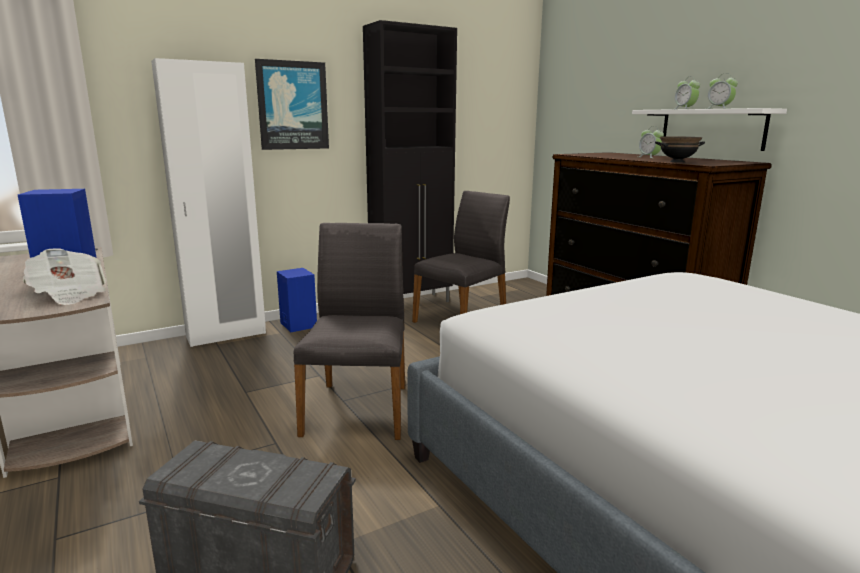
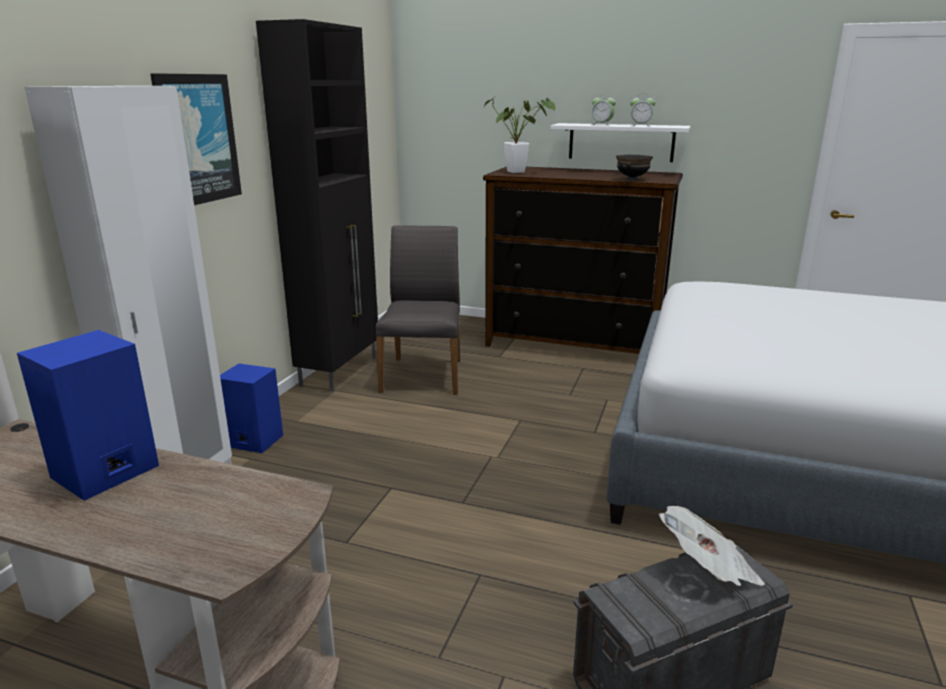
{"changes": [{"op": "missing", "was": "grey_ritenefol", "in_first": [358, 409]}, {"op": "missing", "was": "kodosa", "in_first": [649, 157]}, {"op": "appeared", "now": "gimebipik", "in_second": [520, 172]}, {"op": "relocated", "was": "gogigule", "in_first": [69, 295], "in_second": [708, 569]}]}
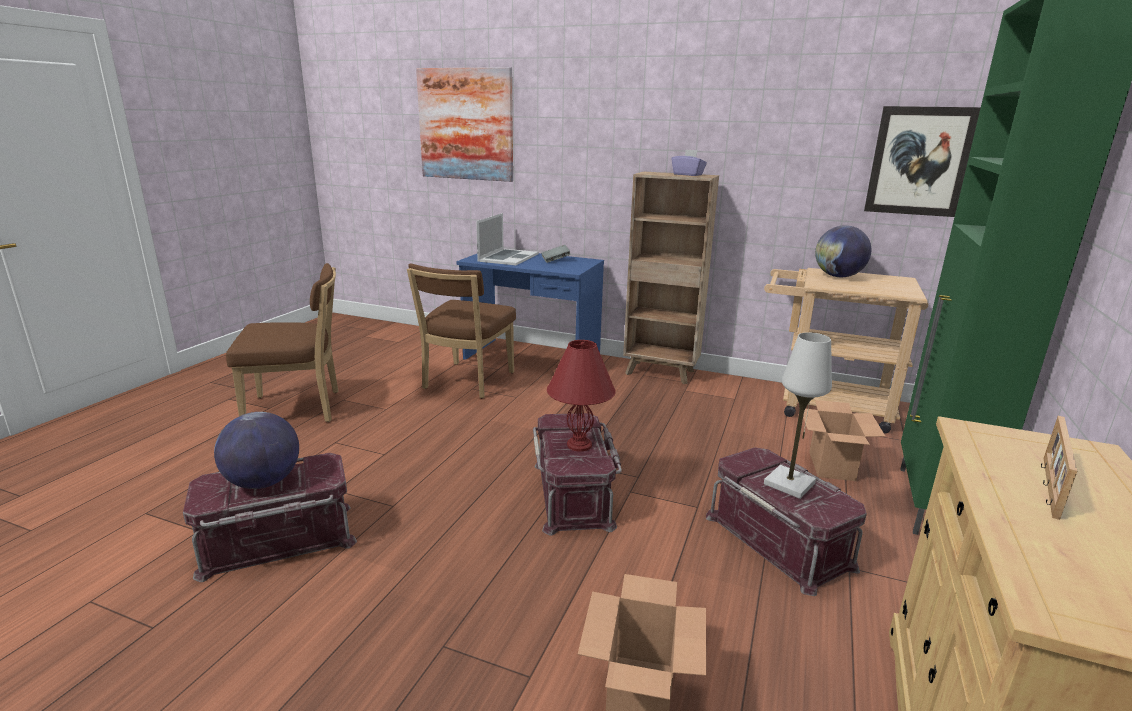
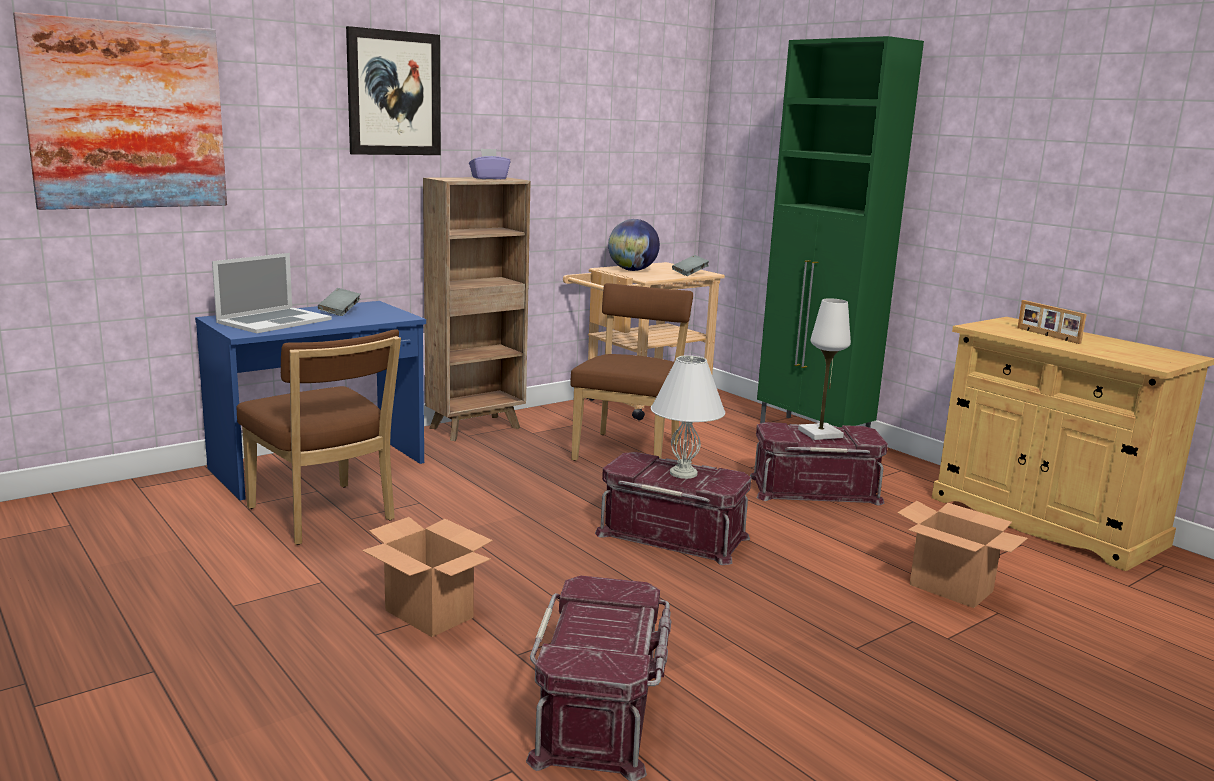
{"changes": [{"op": "missing", "was": "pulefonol", "in_first": [263, 482]}, {"op": "appeared", "now": "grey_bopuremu", "in_second": [690, 273]}, {"op": "relocated", "was": "brown_ritenefol", "in_first": [299, 409], "in_second": [629, 450]}, {"op": "relocated", "was": "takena", "in_first": [832, 466], "in_second": [430, 614]}, {"op": "relocated", "was": "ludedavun", "in_first": [919, 161], "in_second": [394, 93]}, {"op": "colour", "was": "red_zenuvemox", "now": "white_zenuvemox", "in_first": [579, 445], "in_second": [684, 473]}, {"op": "spun", "was": "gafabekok", "in_first": [508, 257], "in_second": [274, 321], "clockwise": 75}]}
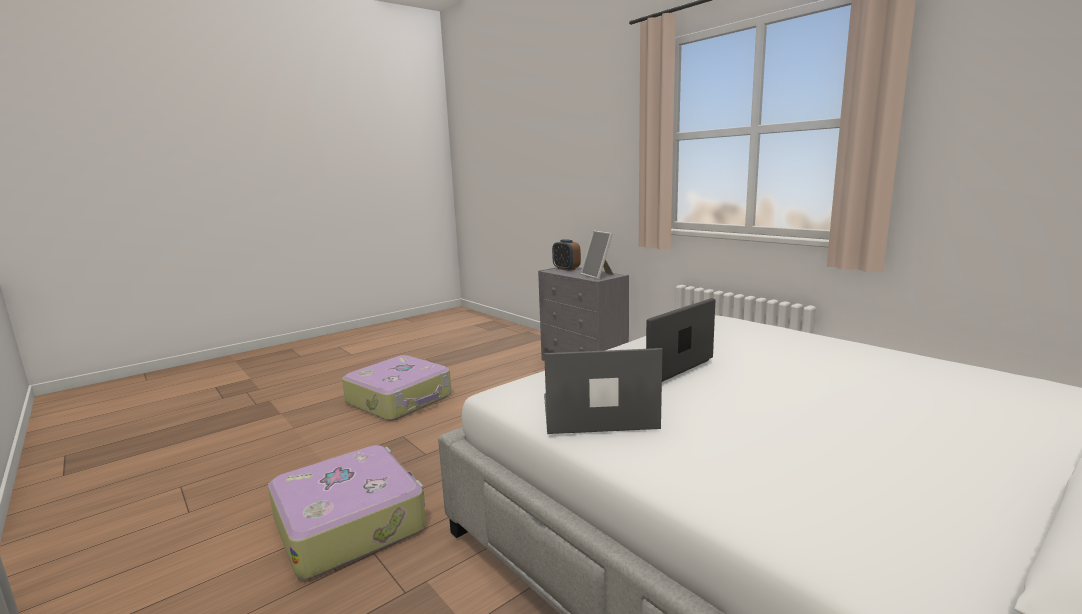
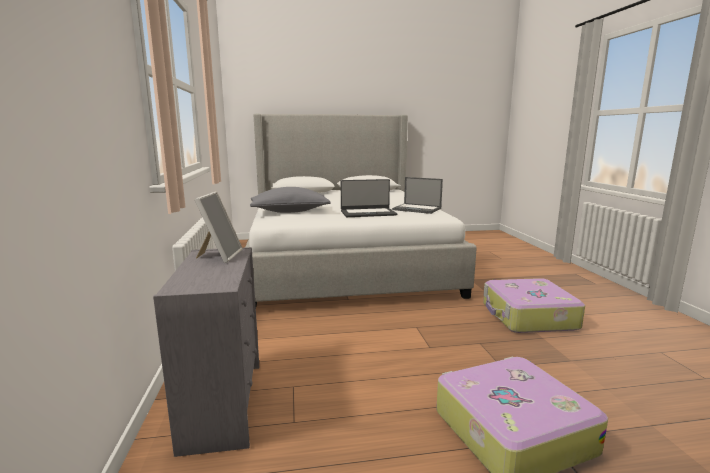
{"changes": [{"op": "missing", "was": "kodosa", "in_first": [566, 269]}, {"op": "appeared", "now": "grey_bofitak", "in_second": [290, 211]}]}
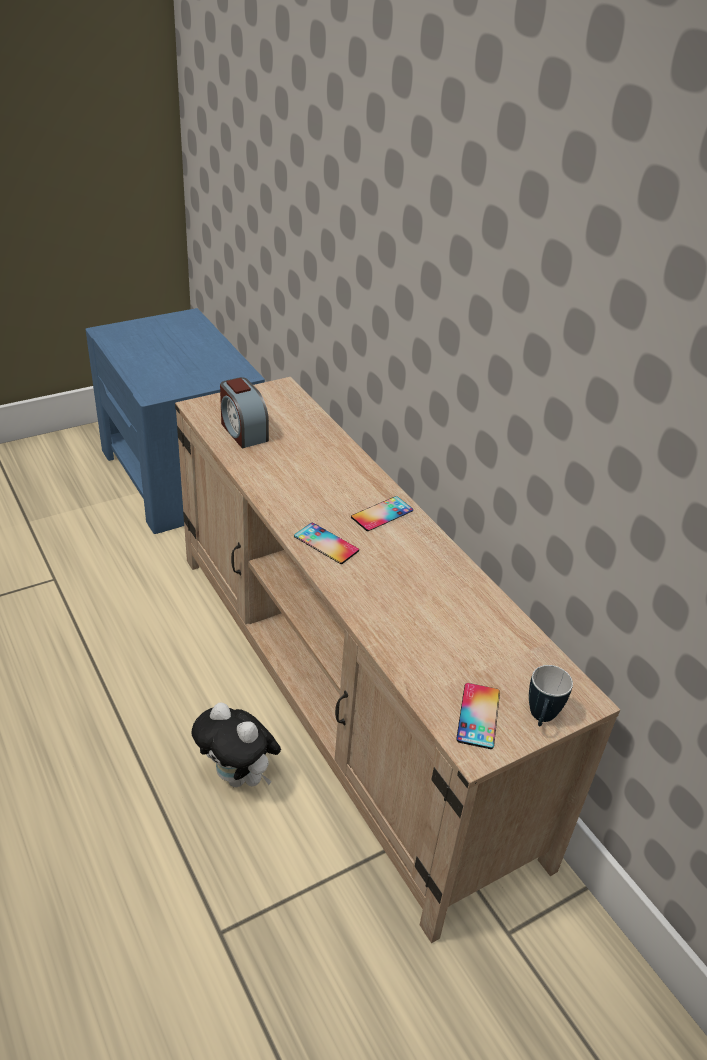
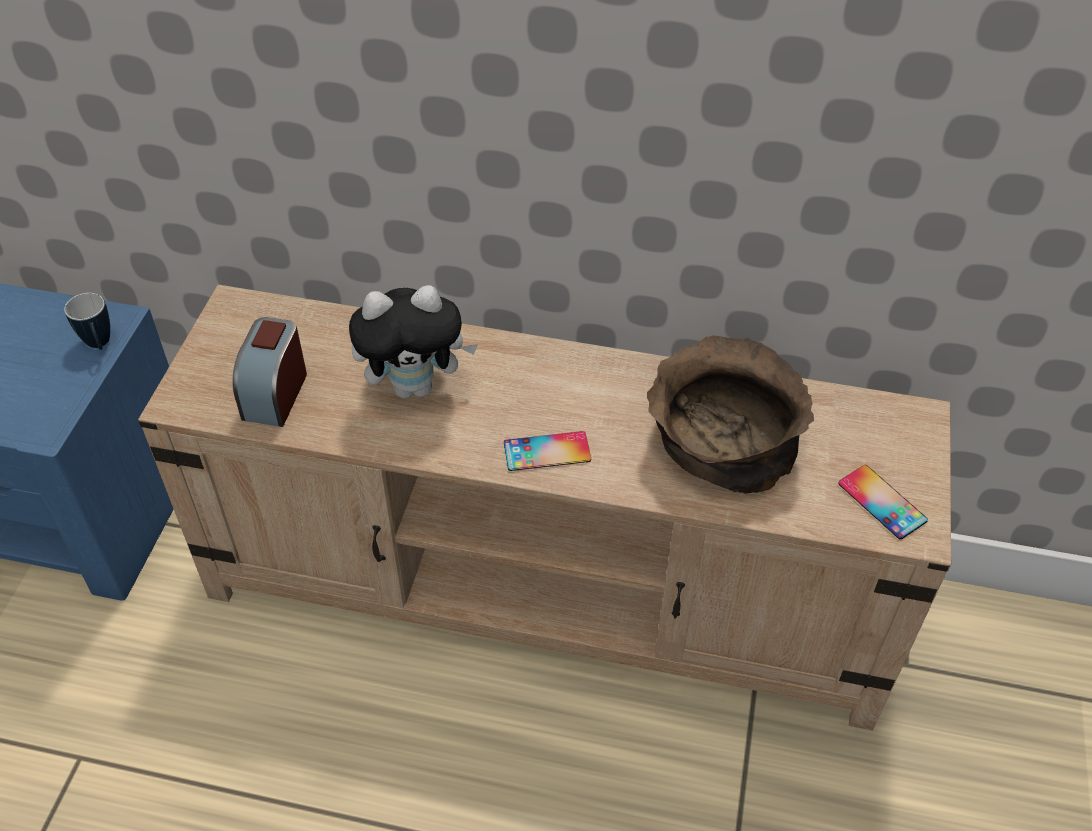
{"changes": [{"op": "missing", "was": "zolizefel", "in_first": [382, 514]}, {"op": "appeared", "now": "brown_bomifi", "in_second": [721, 438]}, {"op": "relocated", "was": "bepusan", "in_first": [239, 777], "in_second": [416, 386]}, {"op": "relocated", "was": "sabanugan", "in_first": [540, 719], "in_second": [100, 345]}, {"op": "spun", "was": "kodosa", "in_first": [243, 431], "in_second": [275, 394], "clockwise": 90}]}
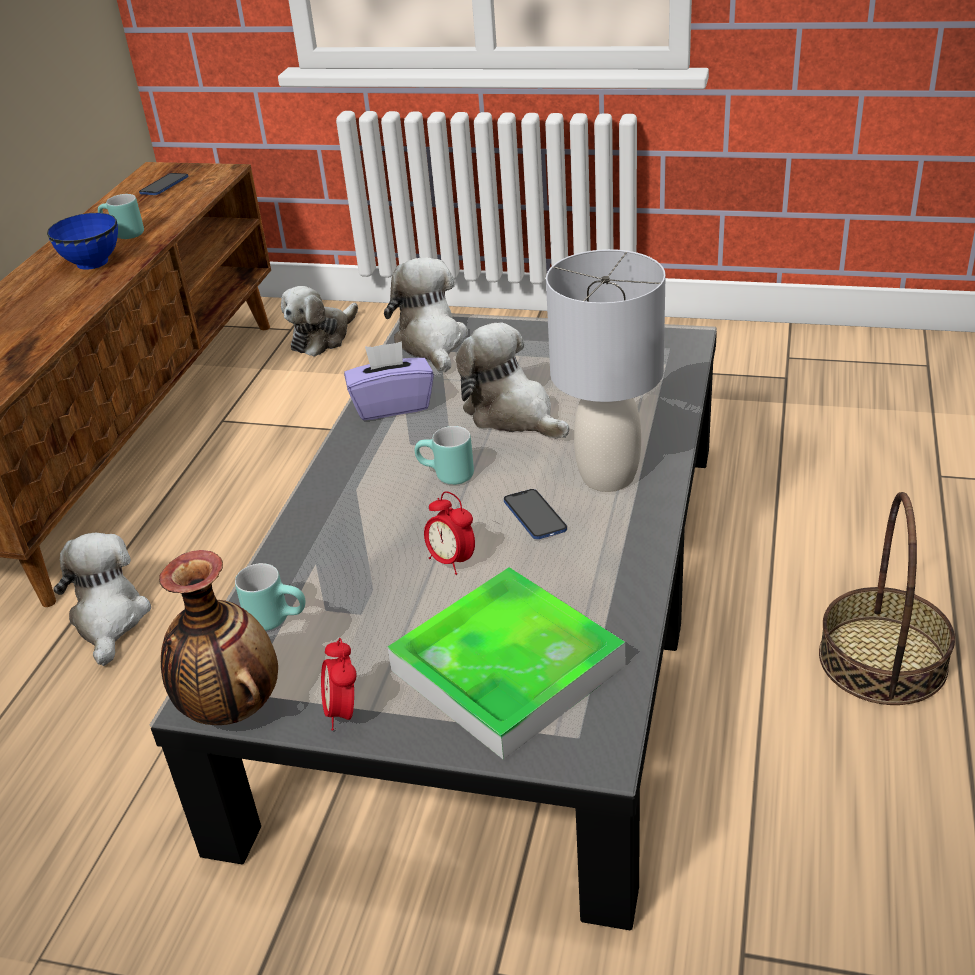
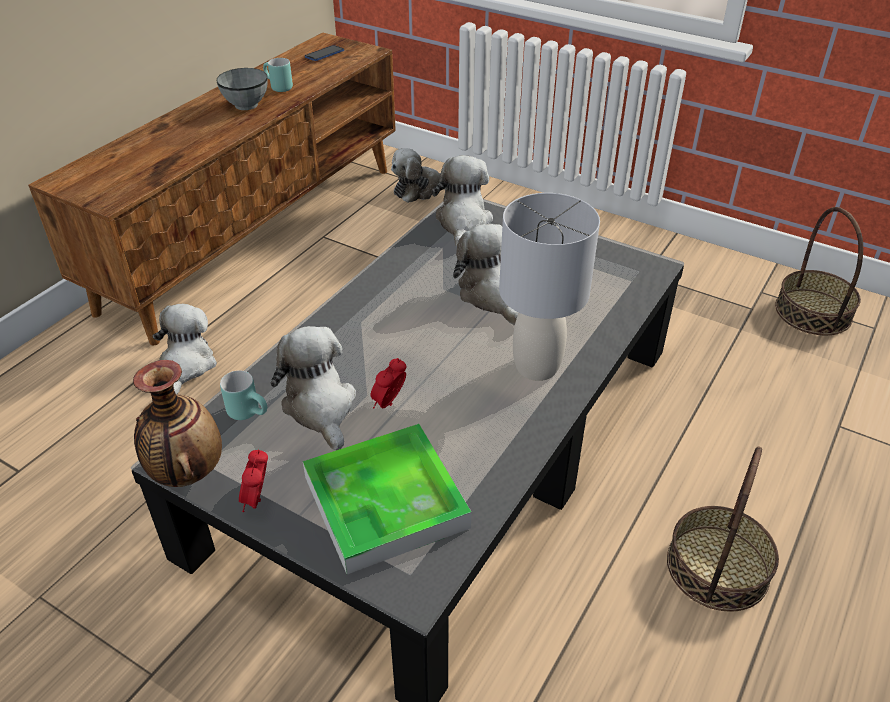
{"changes": [{"op": "missing", "was": "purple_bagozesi", "in_first": [392, 405]}, {"op": "missing", "was": "turquoise_sabanugan", "in_first": [445, 476]}, {"op": "missing", "was": "zolizefel", "in_first": [534, 516]}, {"op": "appeared", "now": "bepusan", "in_second": [320, 407]}, {"op": "appeared", "now": "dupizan", "in_second": [813, 312]}, {"op": "colour", "was": "blue_bomifi", "now": "grey_bomifi", "in_first": [93, 262], "in_second": [247, 105]}, {"op": "spun", "was": "kodosa", "in_first": [451, 561], "in_second": [389, 403], "clockwise": 60}]}
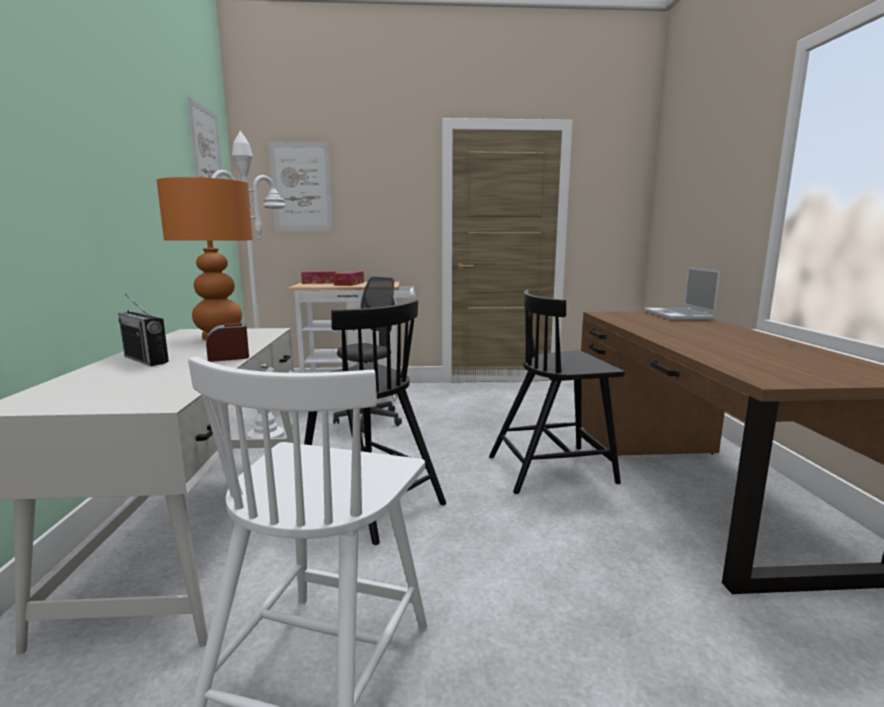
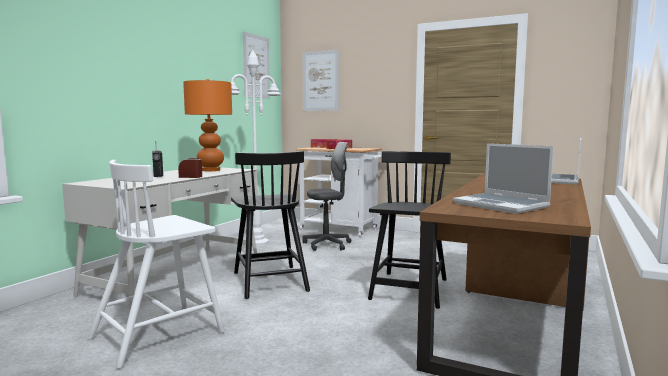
{"changes": [{"op": "appeared", "now": "gafabekok", "in_second": [501, 205]}, {"op": "spun", "was": "black_ritenefol", "in_first": [553, 469], "in_second": [409, 290], "clockwise": 90}]}
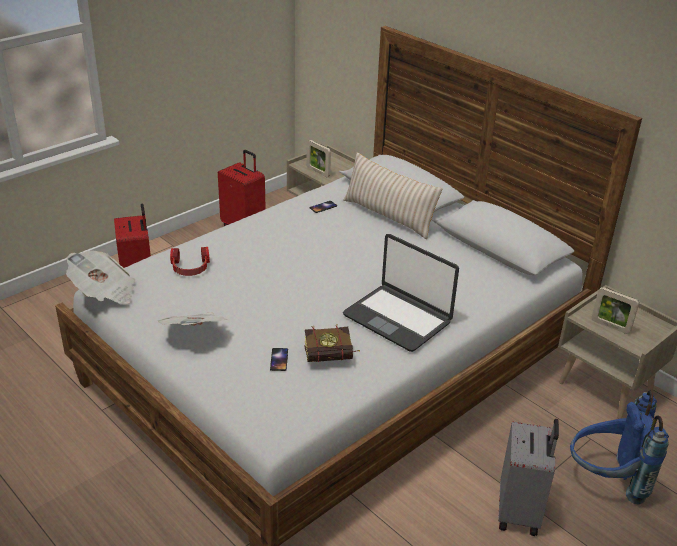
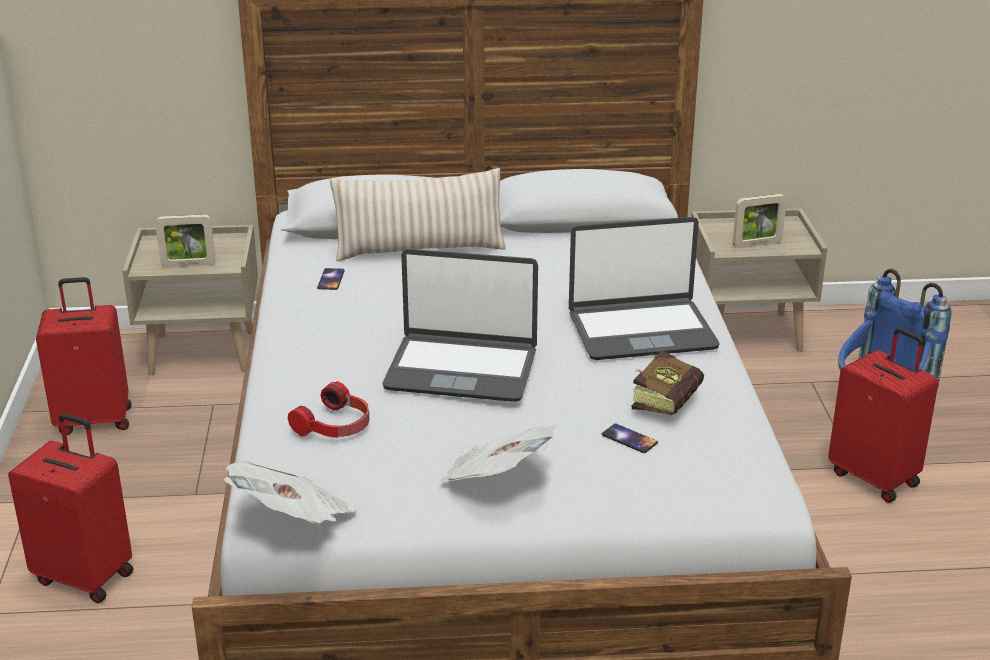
{"changes": [{"op": "appeared", "now": "gafabekok", "in_second": [461, 369]}, {"op": "colour", "was": "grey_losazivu", "now": "red_losazivu", "in_first": [520, 512], "in_second": [875, 477]}]}
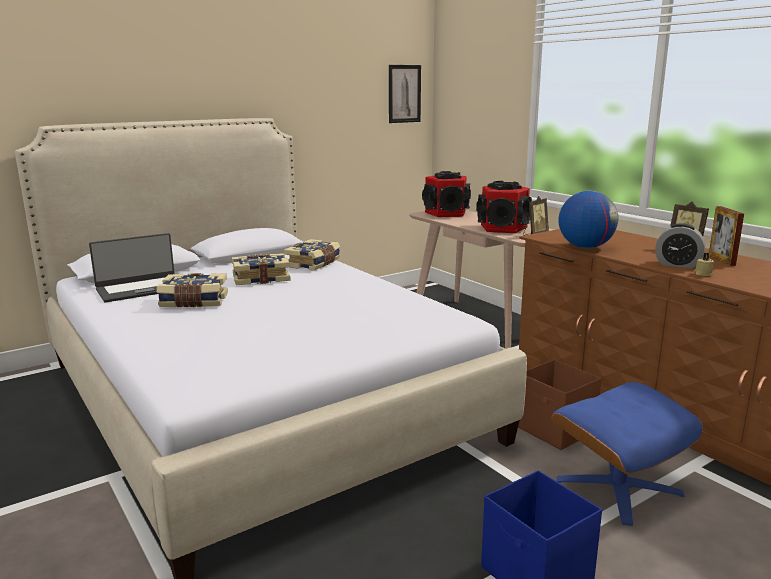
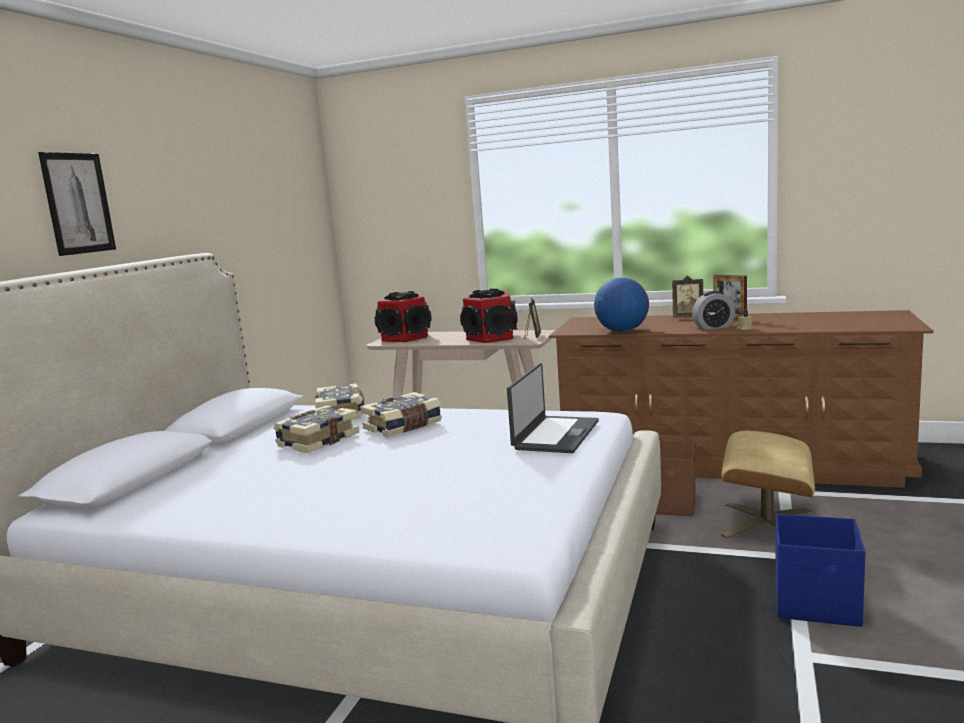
{"changes": [{"op": "relocated", "was": "gafabekok", "in_first": [141, 289], "in_second": [555, 435]}, {"op": "relocated", "was": "bopuremu", "in_first": [194, 302], "in_second": [403, 426]}, {"op": "relocated", "was": "ludedavun", "in_first": [404, 94], "in_second": [78, 203]}, {"op": "colour", "was": "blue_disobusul", "now": "beige_disobusul", "in_first": [618, 486], "in_second": [766, 523]}]}
